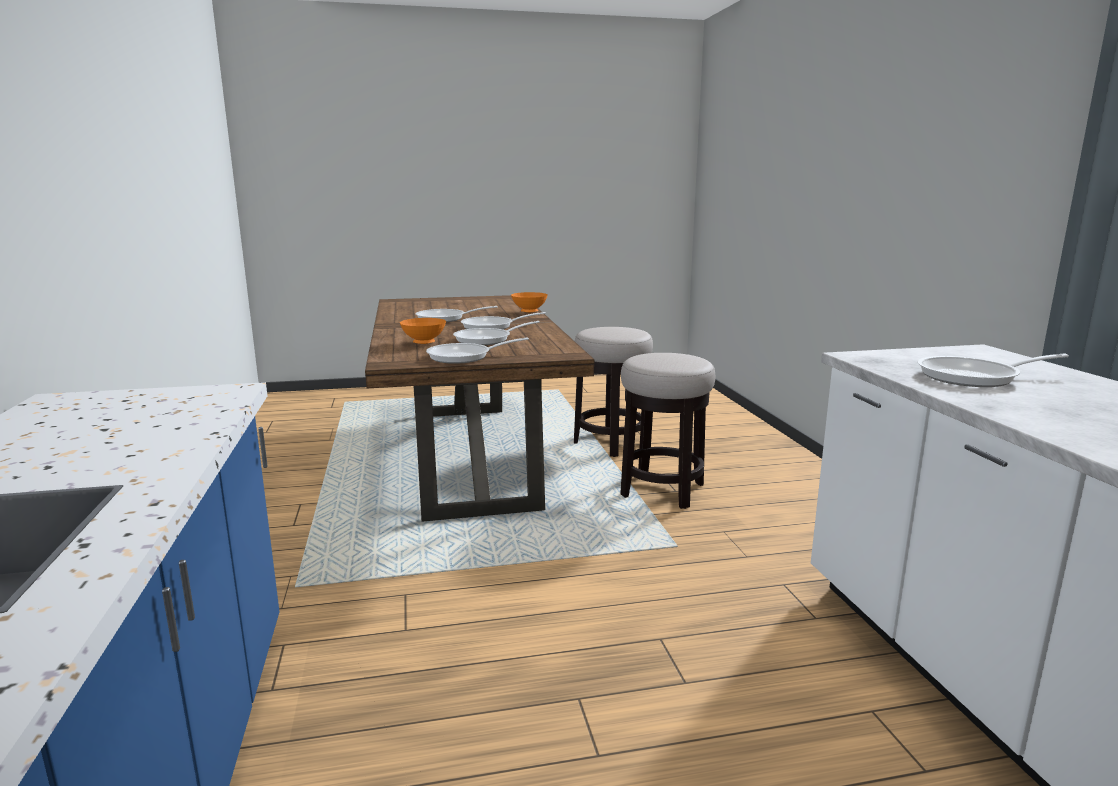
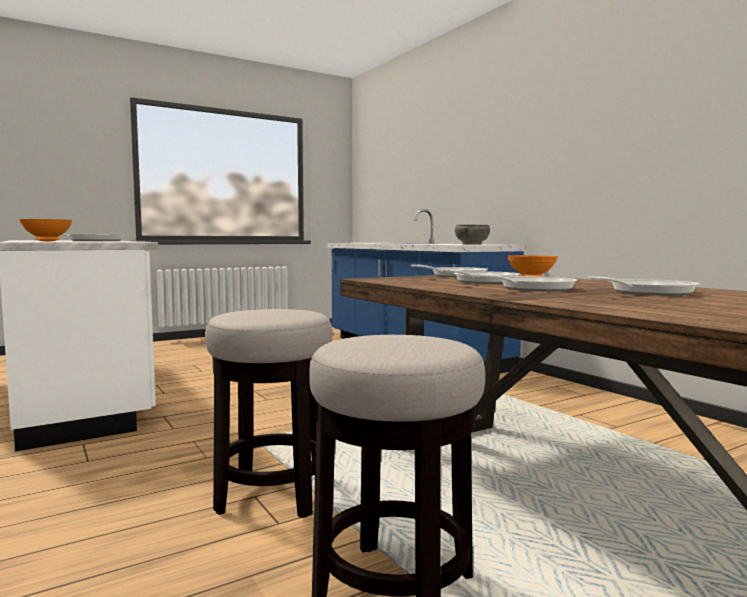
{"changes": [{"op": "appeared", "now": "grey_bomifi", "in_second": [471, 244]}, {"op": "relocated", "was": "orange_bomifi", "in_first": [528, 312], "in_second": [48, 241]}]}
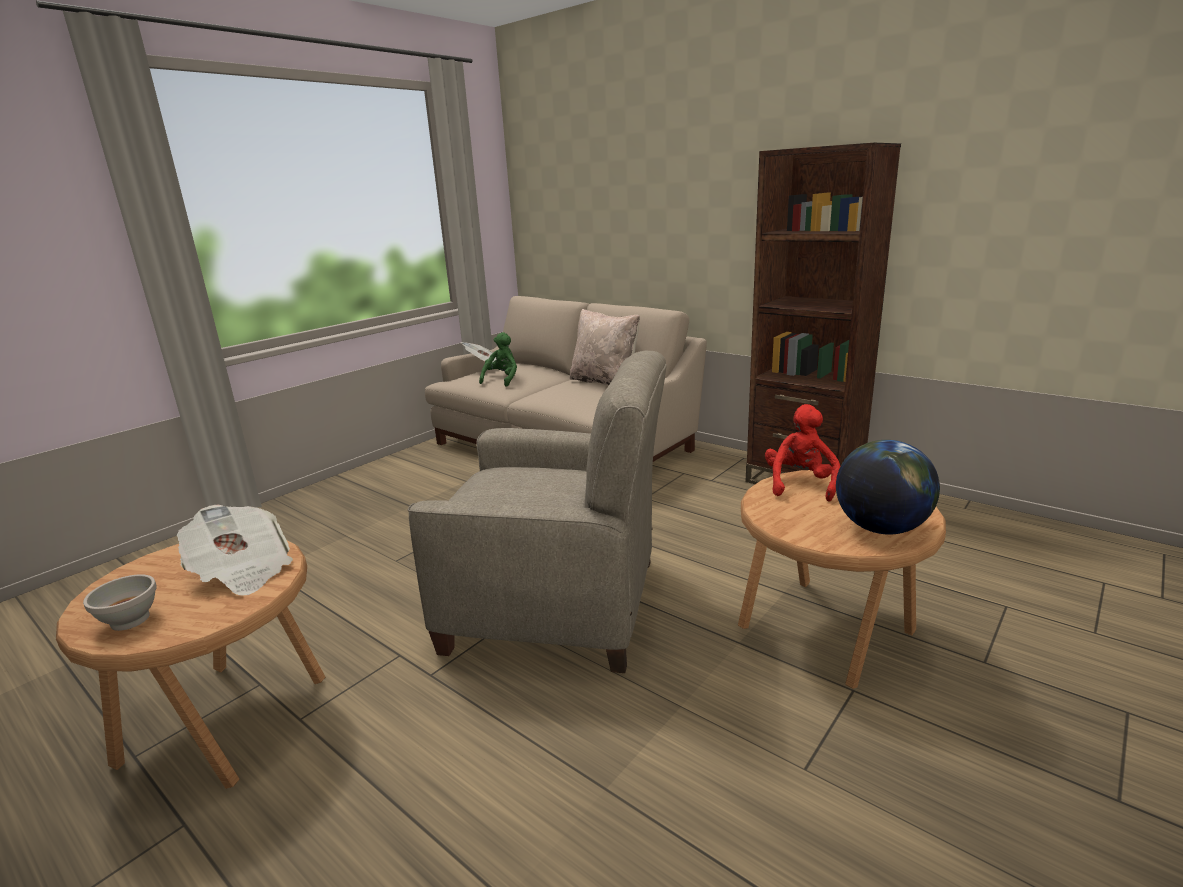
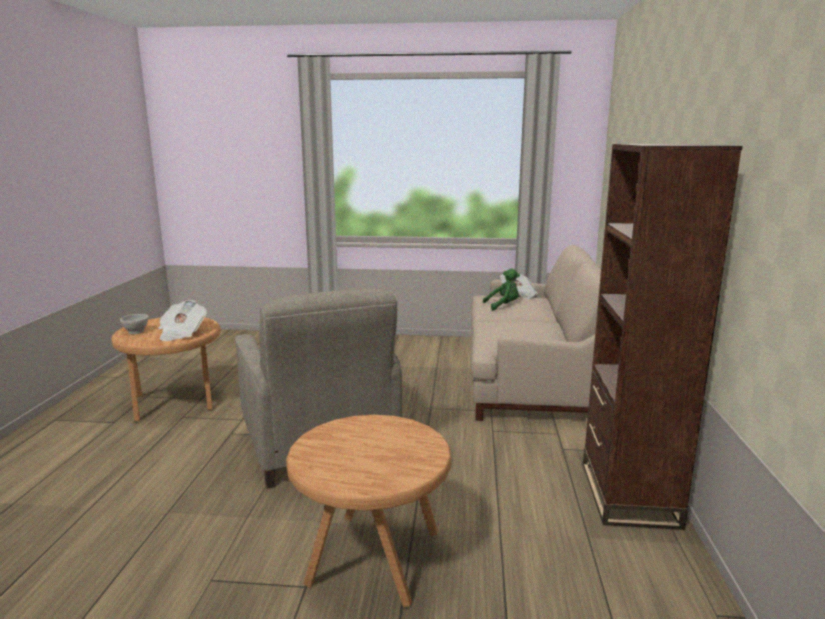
{"changes": [{"op": "missing", "was": "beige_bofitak", "in_first": [605, 382]}, {"op": "missing", "was": "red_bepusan", "in_first": [800, 484]}, {"op": "missing", "was": "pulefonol", "in_first": [881, 528]}]}
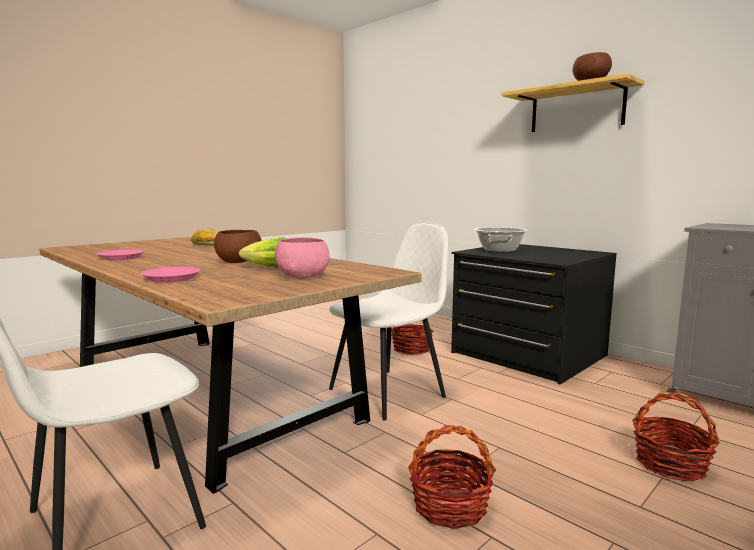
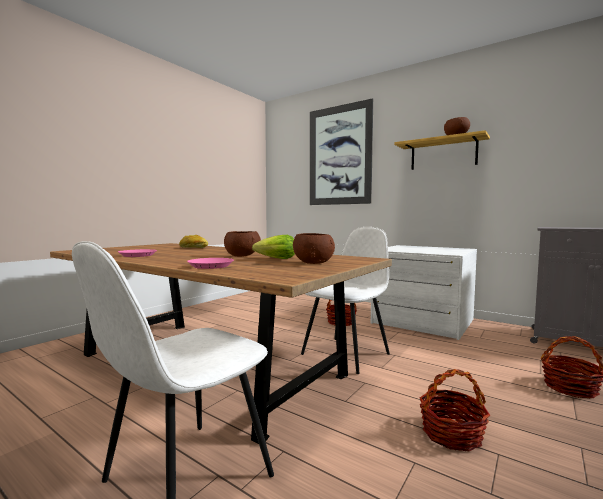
{"changes": [{"op": "missing", "was": "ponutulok", "in_first": [499, 250]}, {"op": "appeared", "now": "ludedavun", "in_second": [339, 155]}, {"op": "colour", "was": "pink_bomifi", "now": "brown_bomifi", "in_first": [302, 277], "in_second": [313, 263]}, {"op": "colour", "was": "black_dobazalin", "now": "white_dobazalin", "in_first": [527, 354], "in_second": [422, 321]}]}
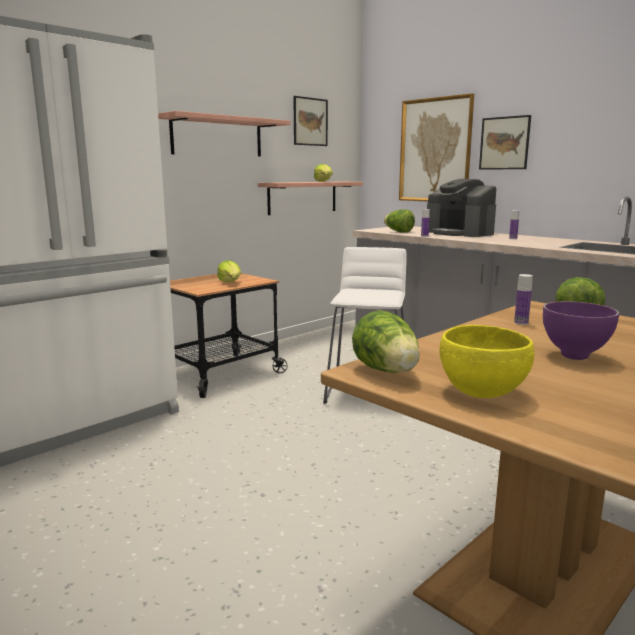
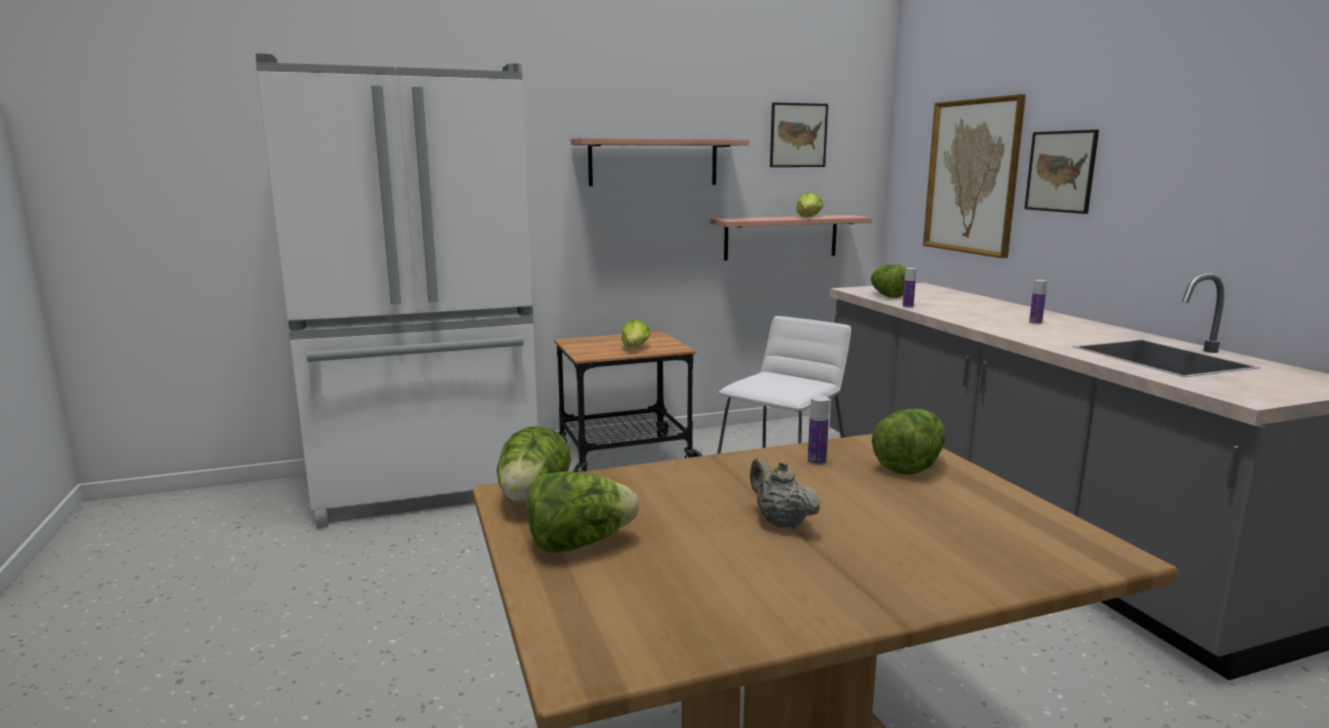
{"changes": [{"op": "missing", "was": "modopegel", "in_first": [460, 233]}, {"op": "exchanged", "was": "yellow_bomifi", "now": "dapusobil", "in_first": [481, 392], "in_second": [579, 543]}, {"op": "exchanged", "was": "purple_bomifi", "now": "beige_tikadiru", "in_first": [572, 356], "in_second": [780, 522]}]}
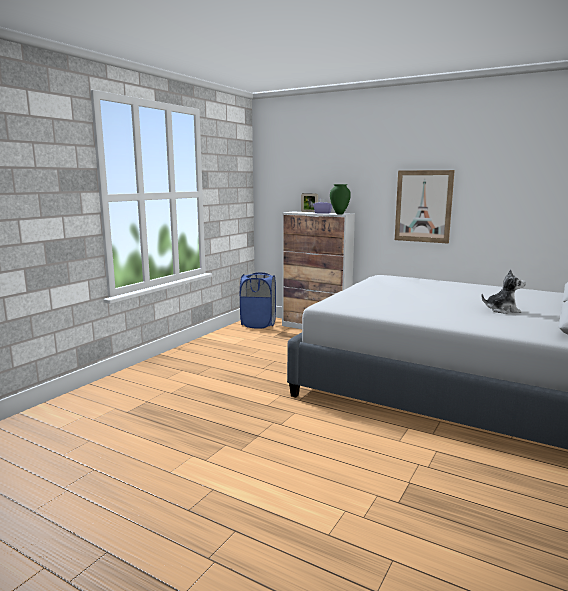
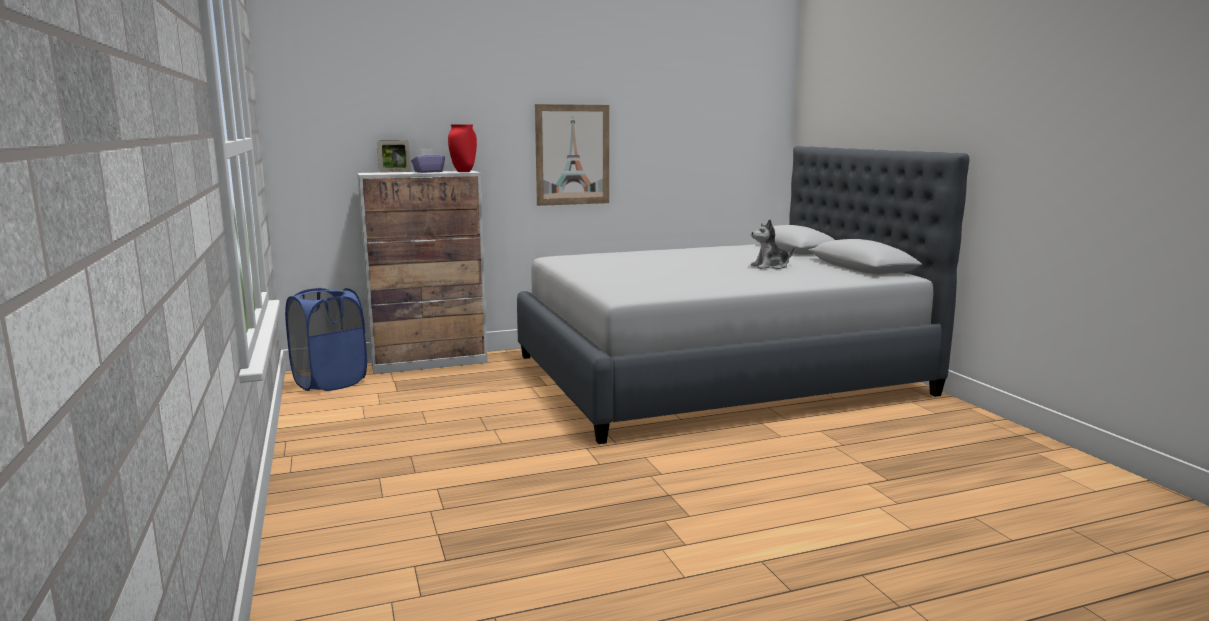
{"changes": [{"op": "colour", "was": "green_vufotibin", "now": "red_vufotibin", "in_first": [339, 214], "in_second": [464, 172]}, {"op": "spun", "was": "bepusan", "in_first": [502, 310], "in_second": [770, 266], "clockwise": -150}]}
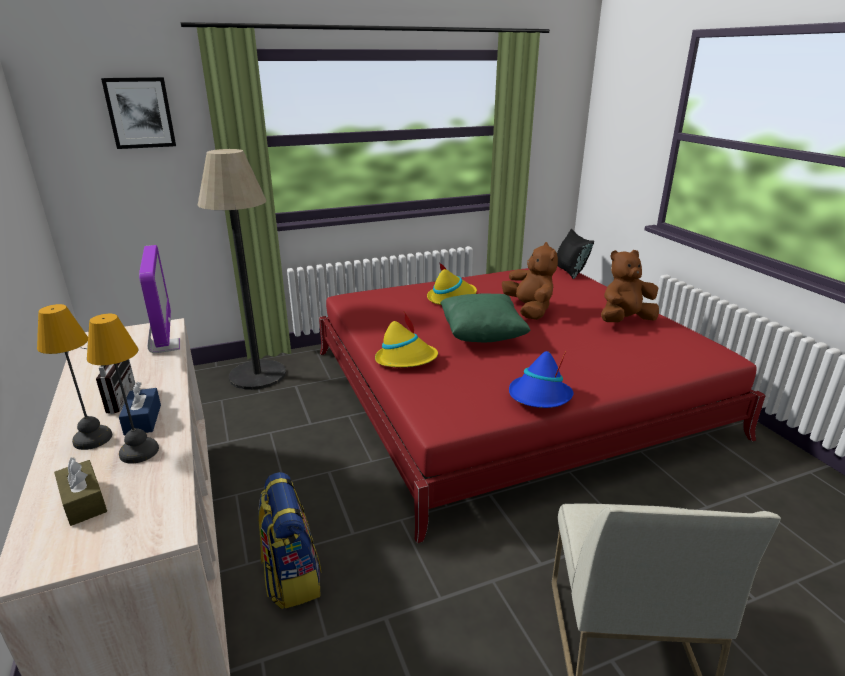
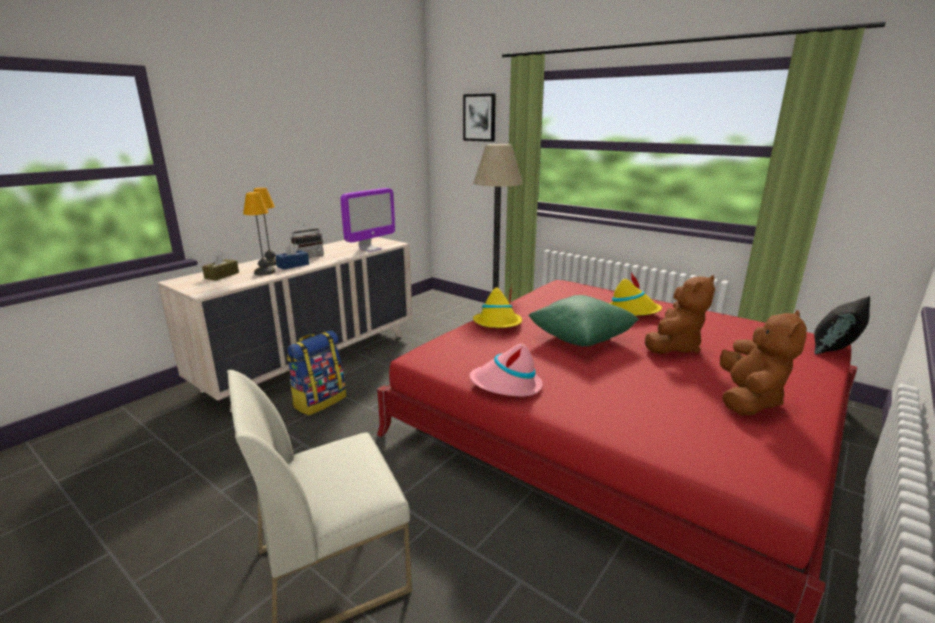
{"changes": [{"op": "colour", "was": "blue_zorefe", "now": "pink_zorefe", "in_first": [539, 397], "in_second": [506, 385]}, {"op": "spun", "was": "brown_bepusan", "in_first": [624, 321], "in_second": [748, 400], "clockwise": 75}]}
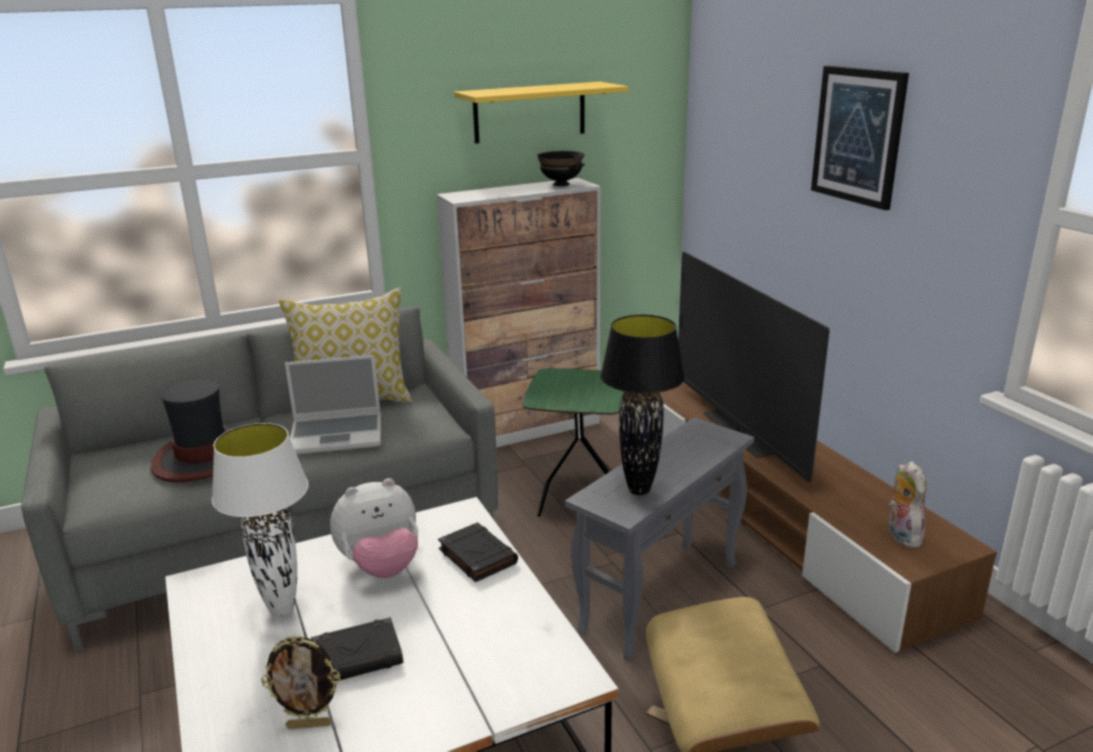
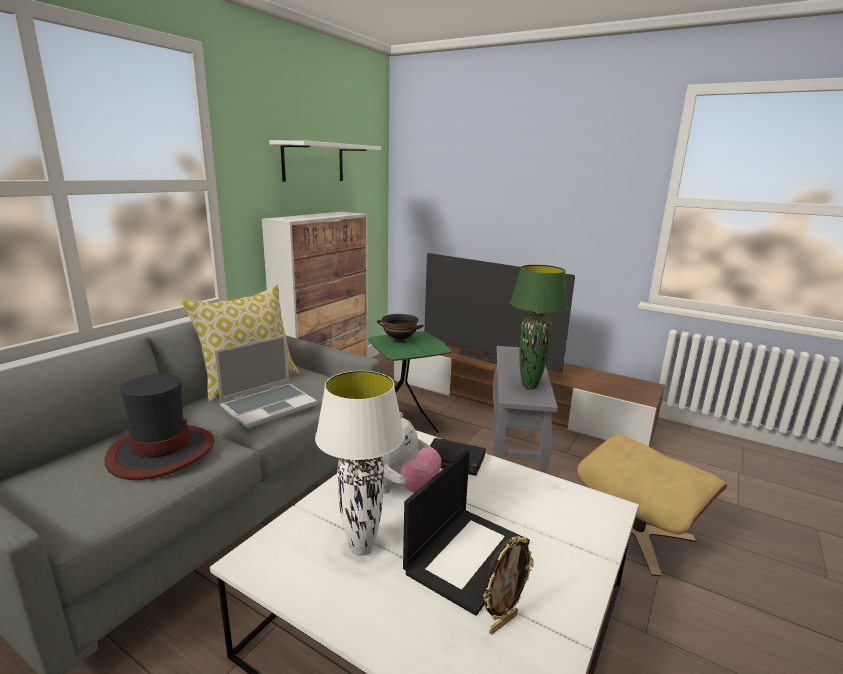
{"changes": [{"op": "missing", "was": "ludedavun", "in_first": [858, 136]}, {"op": "missing", "was": "bepusan", "in_first": [900, 535]}, {"op": "relocated", "was": "black_bomifi", "in_first": [561, 184], "in_second": [400, 340]}, {"op": "exchanged", "was": "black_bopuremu", "now": "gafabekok", "in_first": [358, 656], "in_second": [467, 555]}, {"op": "colour", "was": "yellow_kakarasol", "now": "white_kakarasol", "in_first": [530, 112], "in_second": [313, 162]}, {"op": "colour", "was": "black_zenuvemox", "now": "green_zenuvemox", "in_first": [639, 490], "in_second": [529, 386]}]}
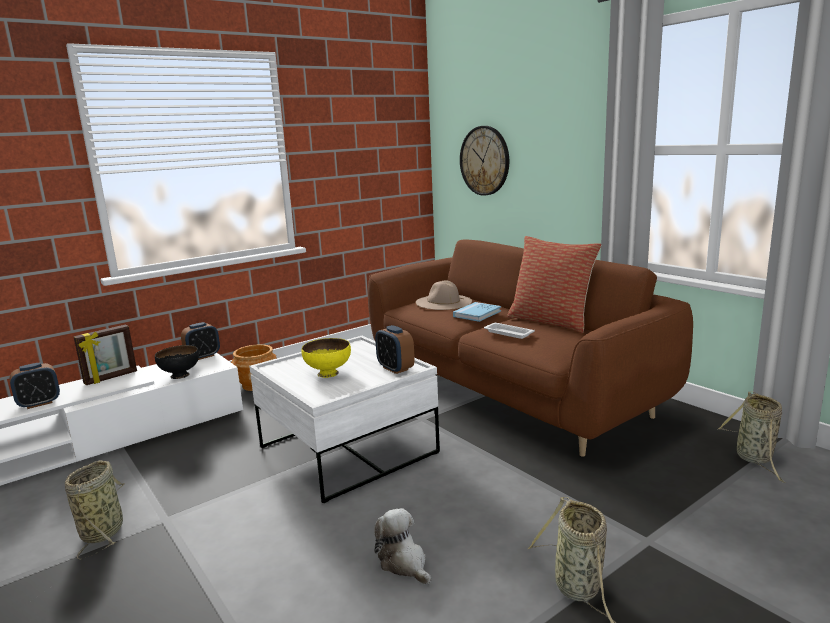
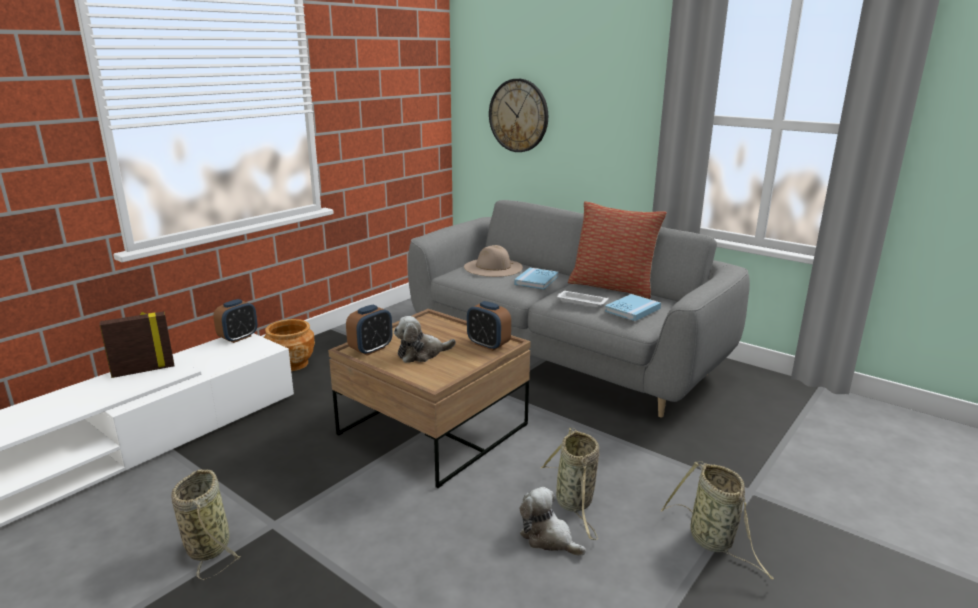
{"changes": [{"op": "missing", "was": "black_bomifi", "in_first": [180, 375]}, {"op": "appeared", "now": "blue_bopuremu", "in_second": [632, 310]}, {"op": "relocated", "was": "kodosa", "in_first": [39, 403], "in_second": [371, 349]}, {"op": "relocated", "was": "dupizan", "in_first": [755, 459], "in_second": [575, 503]}, {"op": "exchanged", "was": "yellow_bomifi", "now": "bepusan", "in_first": [328, 373], "in_second": [421, 354]}, {"op": "colour", "was": "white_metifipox", "now": "brown_metifipox", "in_first": [348, 450], "in_second": [433, 429]}, {"op": "colour", "was": "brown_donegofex", "now": "grey_donegofex", "in_first": [509, 390], "in_second": [564, 354]}, {"op": "spun", "was": "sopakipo", "in_first": [111, 378], "in_second": [143, 370], "clockwise": -150}]}
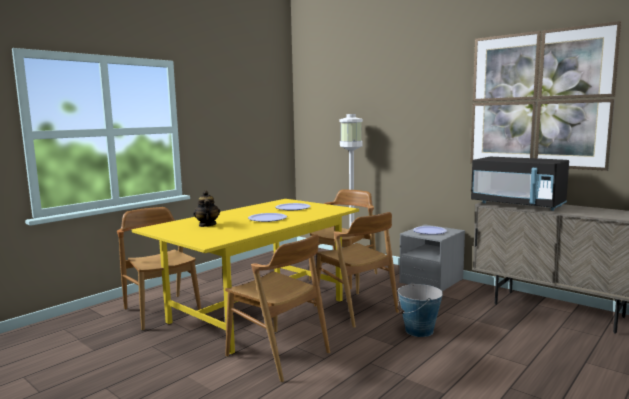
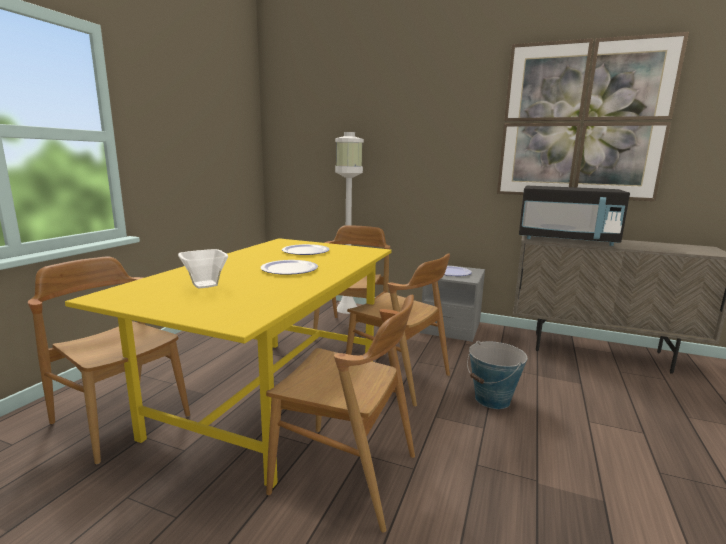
{"changes": [{"op": "exchanged", "was": "tikadiru", "now": "bomifi", "in_first": [207, 225], "in_second": [204, 285]}]}
